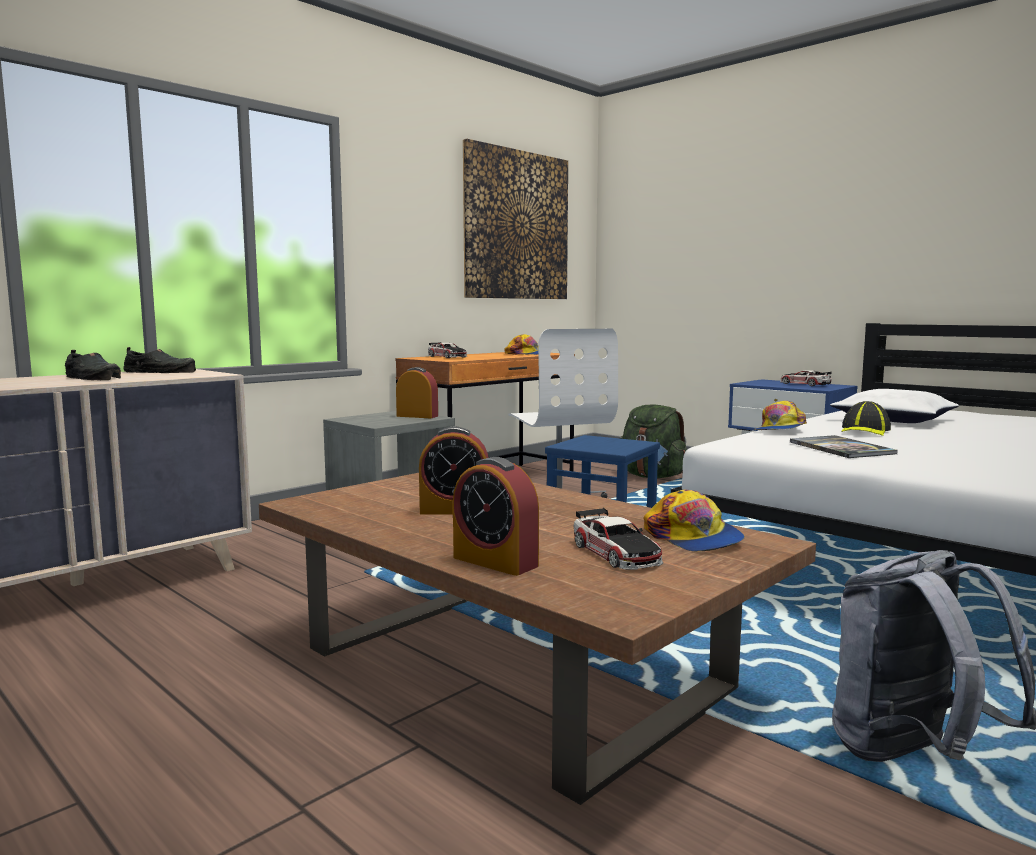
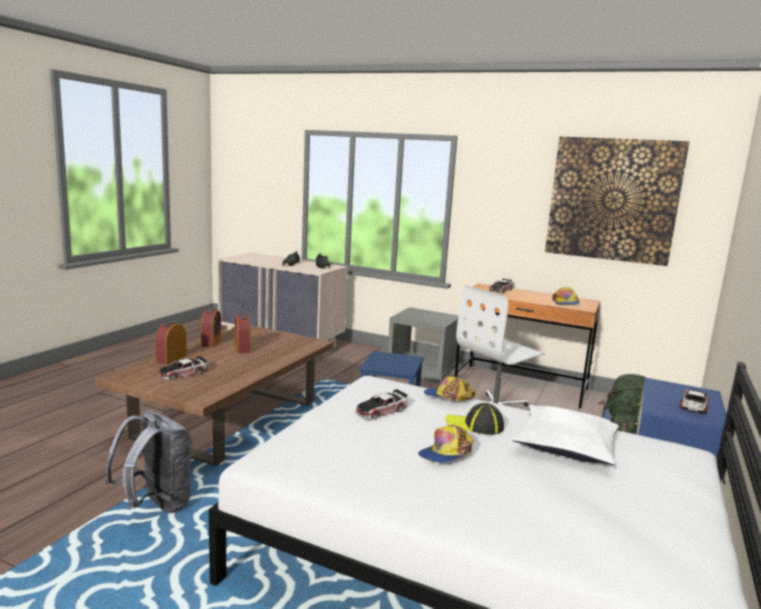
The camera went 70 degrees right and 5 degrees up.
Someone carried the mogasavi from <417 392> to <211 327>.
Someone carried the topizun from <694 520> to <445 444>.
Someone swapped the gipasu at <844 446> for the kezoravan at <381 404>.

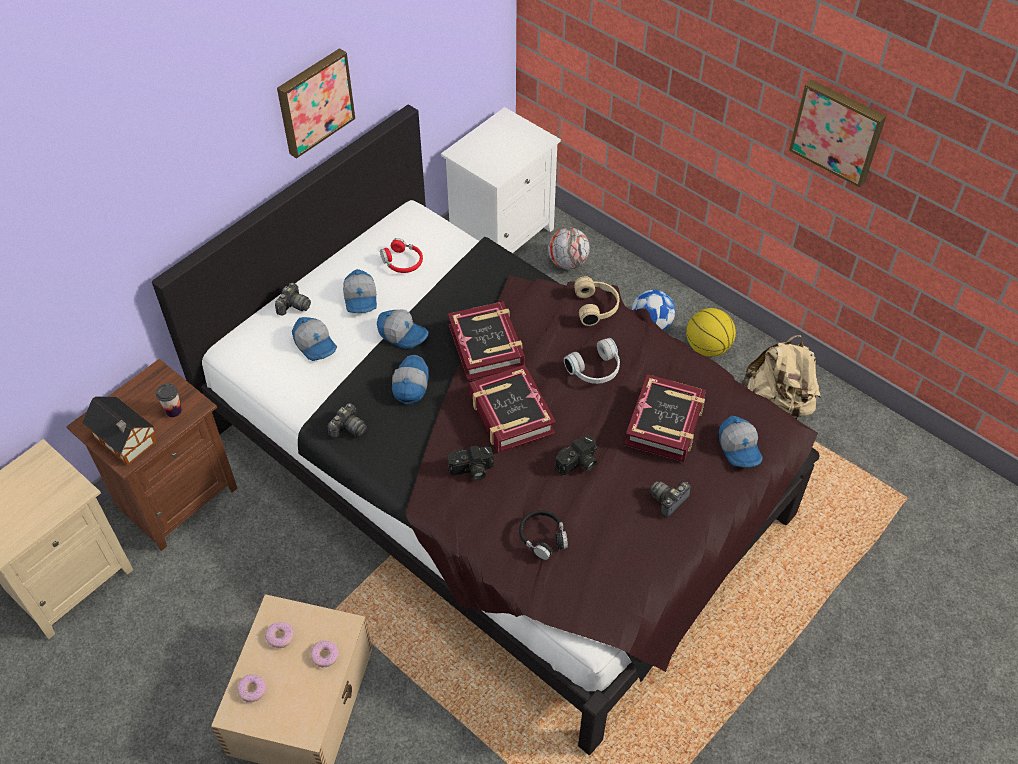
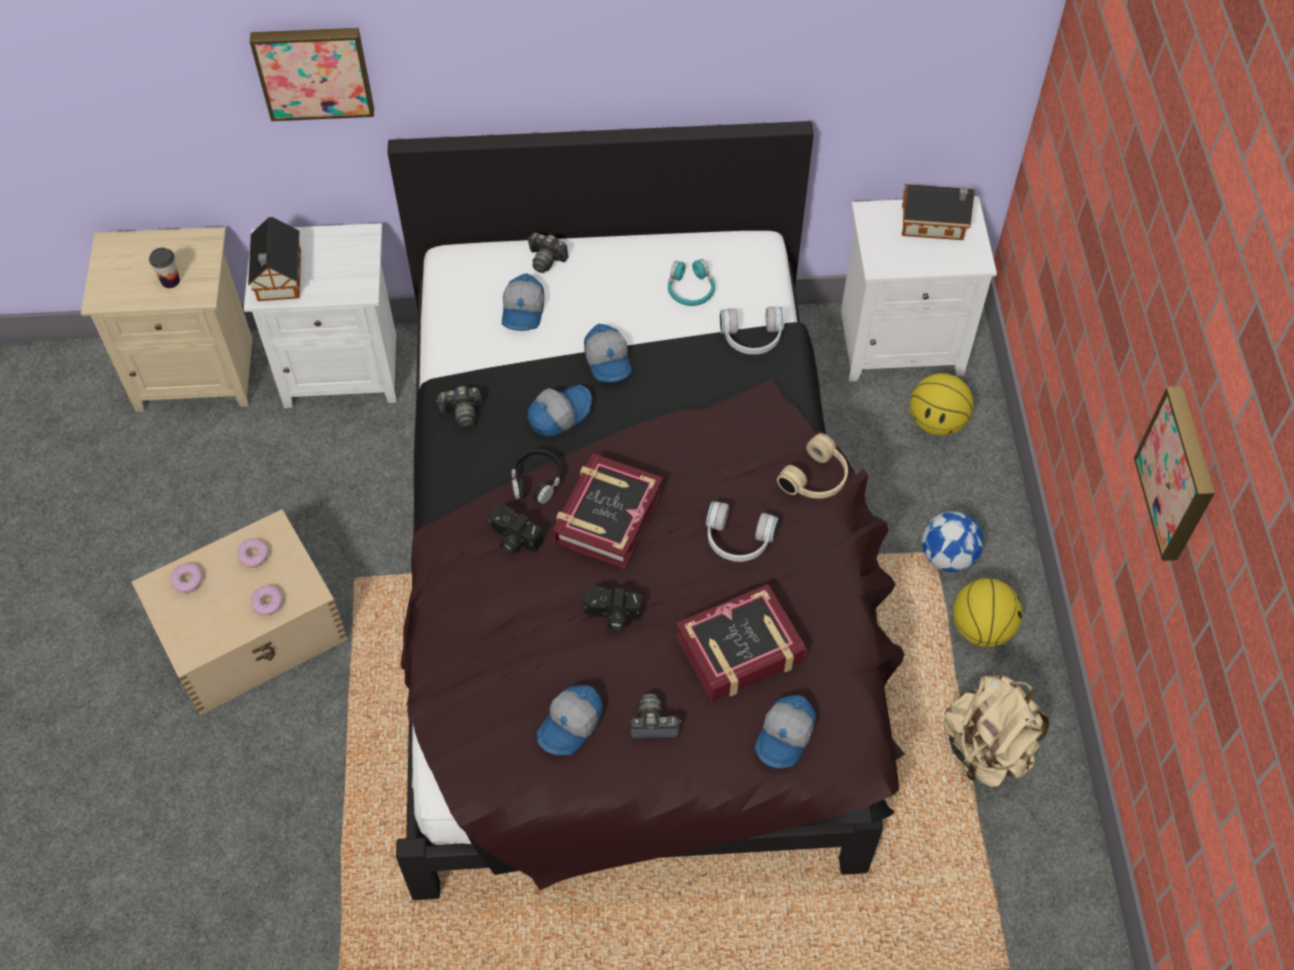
The camera went 45 degrees right and 5 degrees up.
Someone repainted the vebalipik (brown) at <151 455>, which became the vebalipik (white) at <320 315>.
Someone carried the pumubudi from <169 400> to <164 268>.
Someone rotated the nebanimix at <293 299> by 45 degrees clockwise.
Someone carried the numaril from <316 103> to <312 74>.
Someone carried the topizun from <360 291> to <570 720>.
Someone repainted the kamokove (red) at <401 255>, which became the kamokove (turquoise) at <691 282>.
Someone took away the gipasu at <486 341>.
Someone carried the kamokove (black) from <543 535> to <537 476>.
Someone swapped the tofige at <569 248> for the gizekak at <942 404>.
Someone put down the kamokove (white) at <752 330>.
Someone put down the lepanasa at <938 212>.

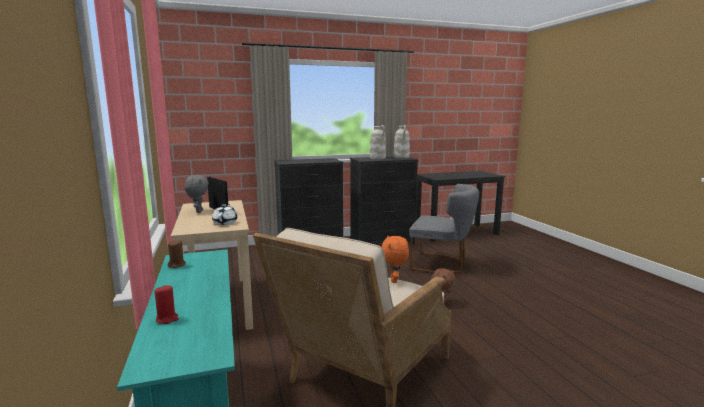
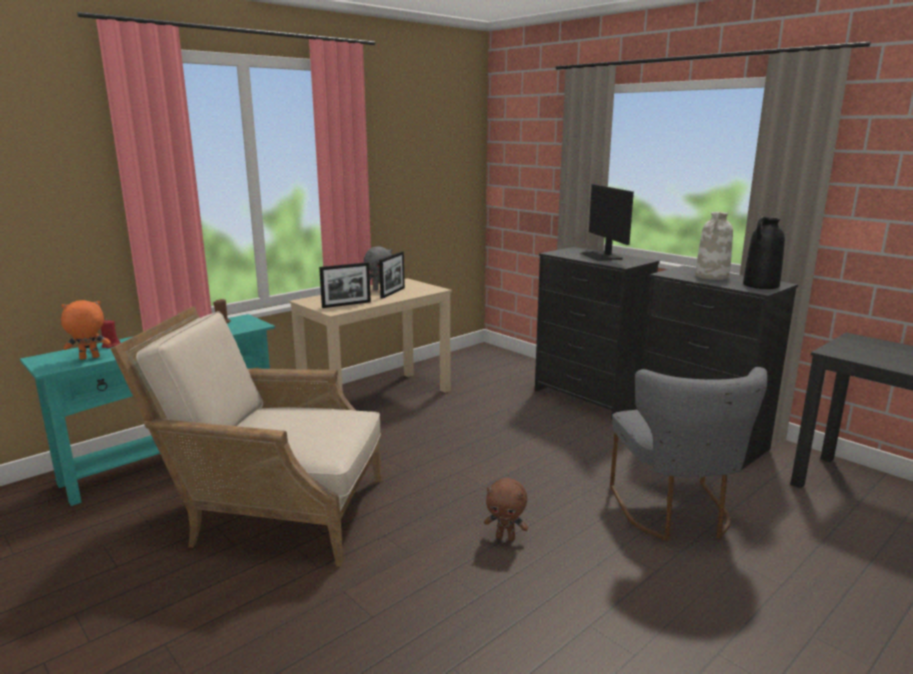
The camera went 65 degrees right and 5 degrees up.
Someone swapped the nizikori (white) at <224 214> for the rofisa at <345 285>.
Someone carried the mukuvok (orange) from <395 259> to <86 330>.
Someone repainted the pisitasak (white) at <402 142>, which became the pisitasak (black) at <764 252>.
Someone put down the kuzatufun at <607 222>.

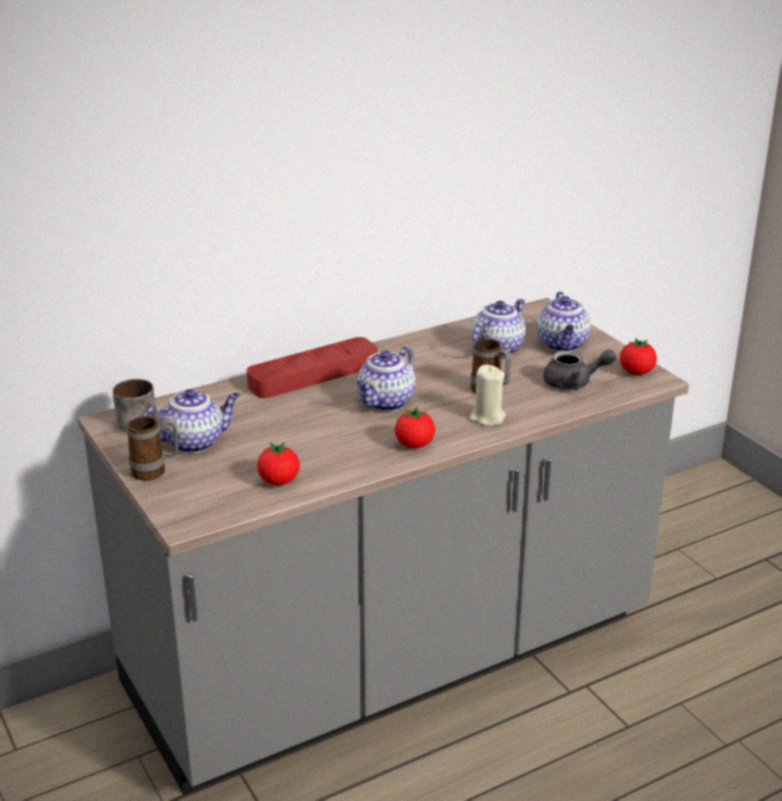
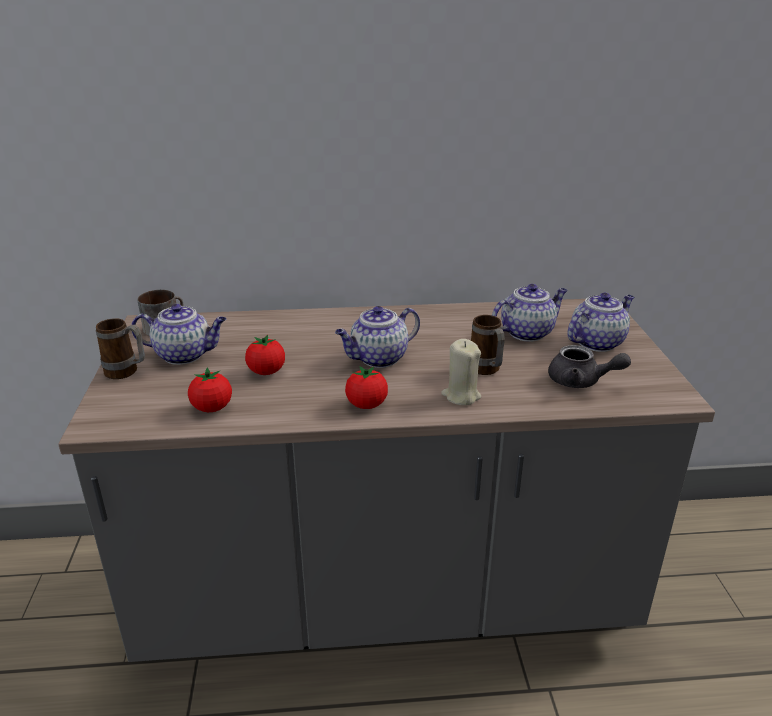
The camera went 25 degrees right and 0 degrees up.
Someone took away the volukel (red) at <312 367>.
Someone rotated the nizikori at <564 321> by 150 degrees counterclockwise.
Someone carried the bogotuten from <638 356> to <265 355>.

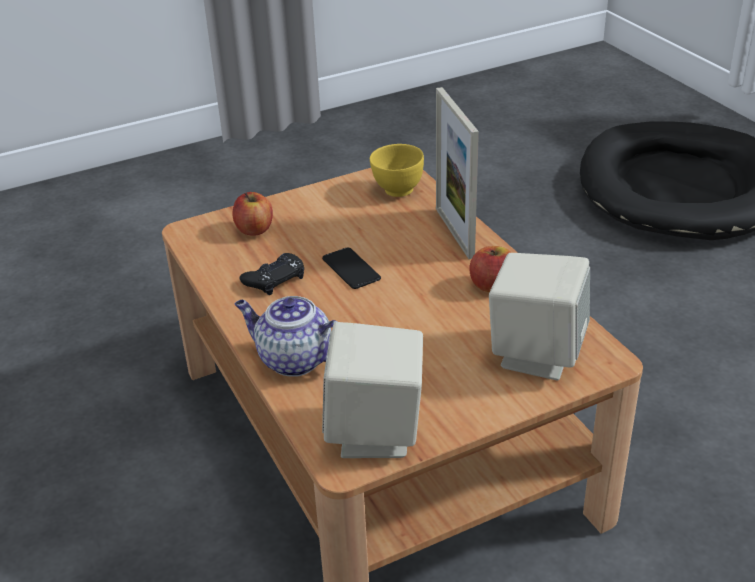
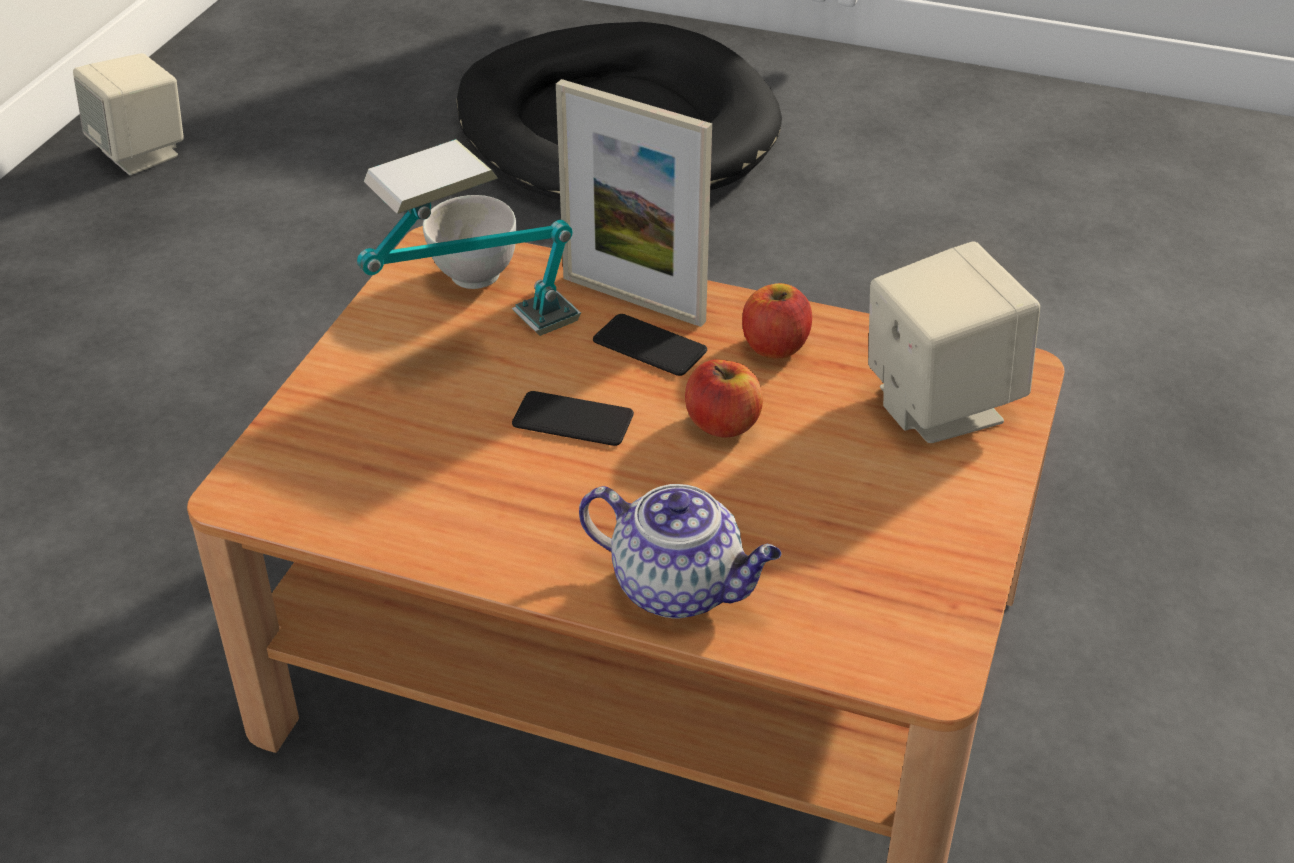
The camera went 45 degrees left and 5 degrees up.
Someone carried the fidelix from <252 214> to <724 399>.
Someone rotated the nizikori at <286 336> by 135 degrees counterclockwise.
Someone took away the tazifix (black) at <272 274>.
Someone carried the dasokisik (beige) from <372 390> to <128 114>.
Someone repainted the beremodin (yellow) at <397 170>, which became the beremodin (white) at <469 242>.
Someone put down the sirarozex at <469 237>.
Someone put down the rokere at <650 345>.

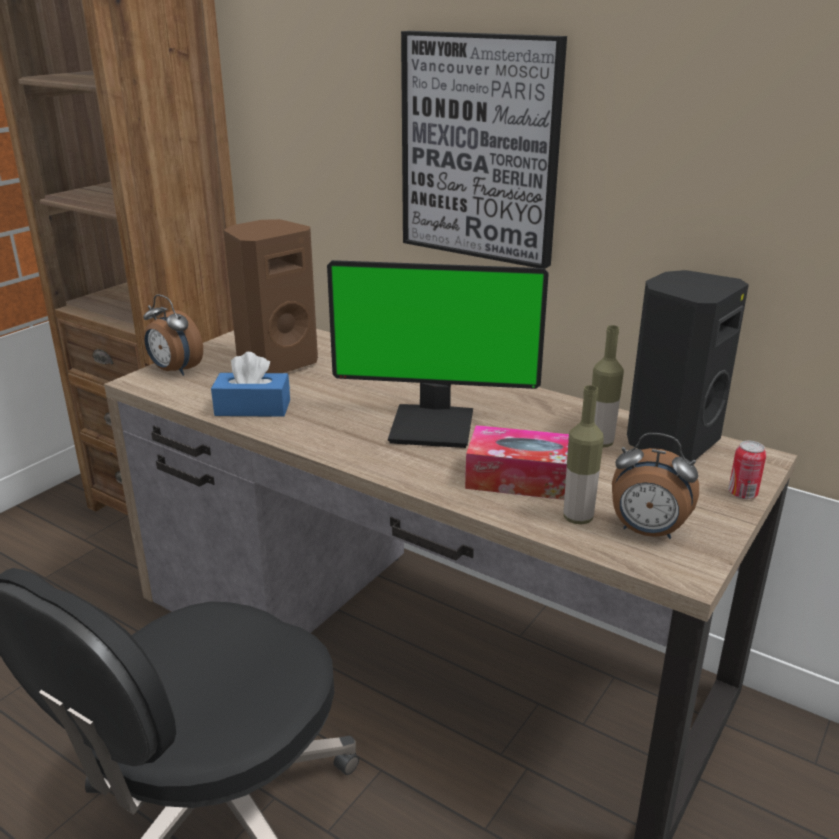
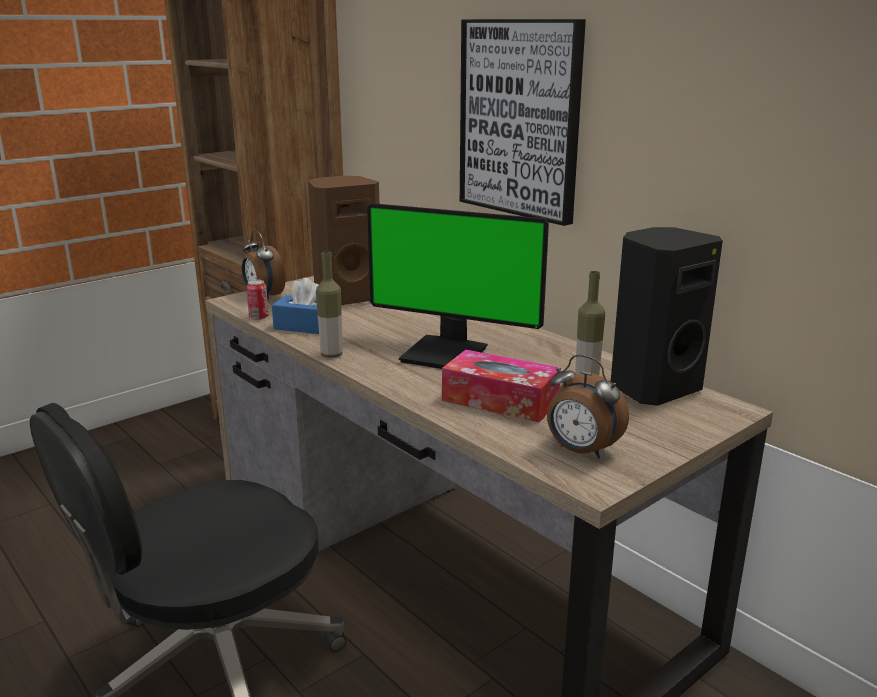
The camera went 15 degrees right and 5 degrees down.
Someone carried the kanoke from <583 455> to <329 305>.
Someone carried the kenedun from <747 470> to <257 300>.

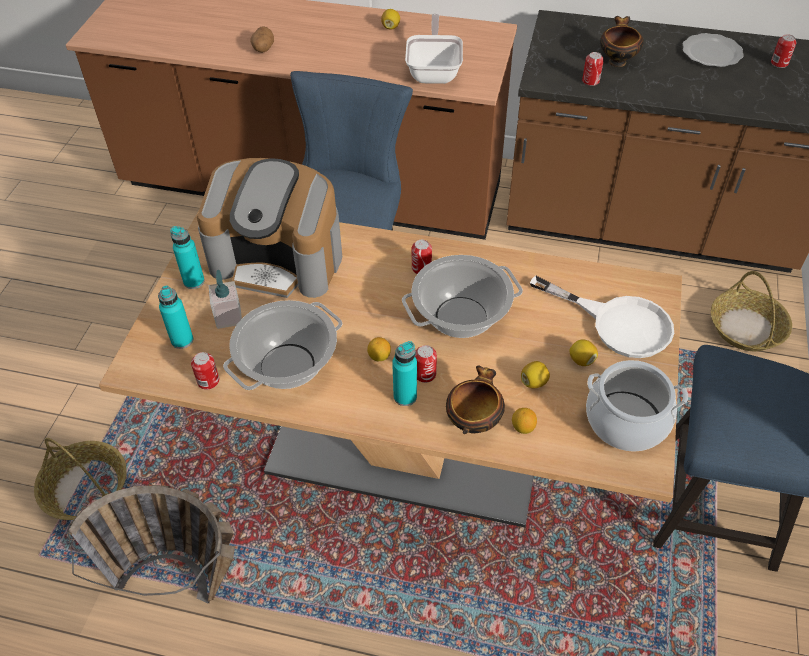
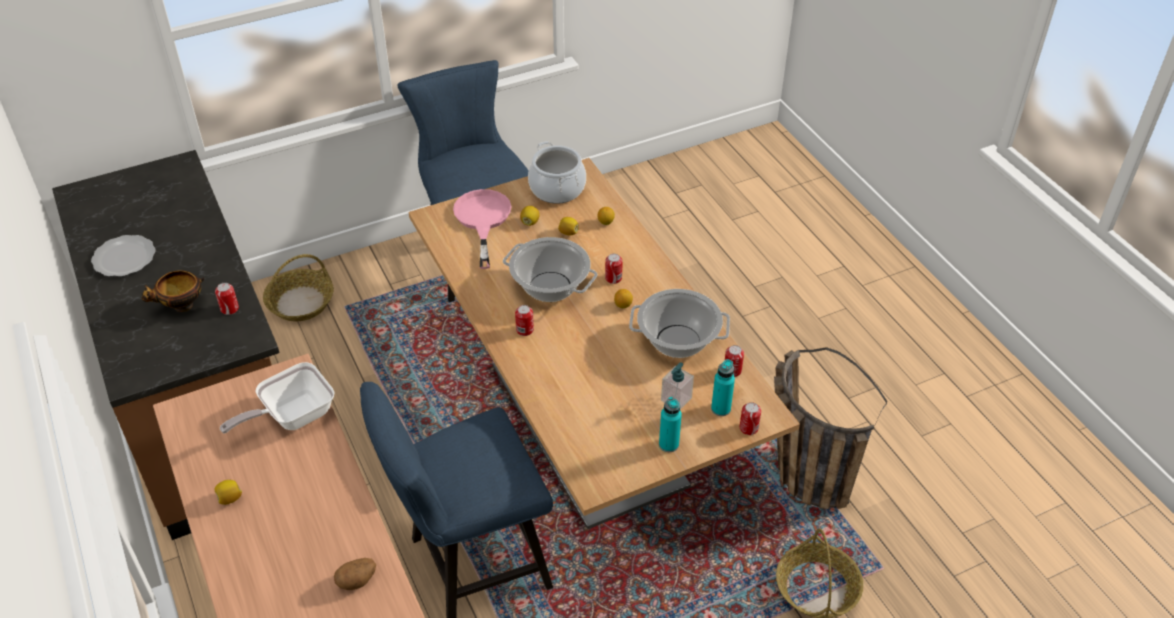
The camera went 130 degrees left and 5 degrees down.
Someone took away the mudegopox at <269 228>.
Someone took away the kanoke (turquoise) at <404 373>.
Someone took away the beremodin at <475 400>.
Someone repainted the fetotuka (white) at <602 317>, which became the fetotuka (pink) at <482 229>.
Someone carried the kenedun from <784 51> to <750 418>.

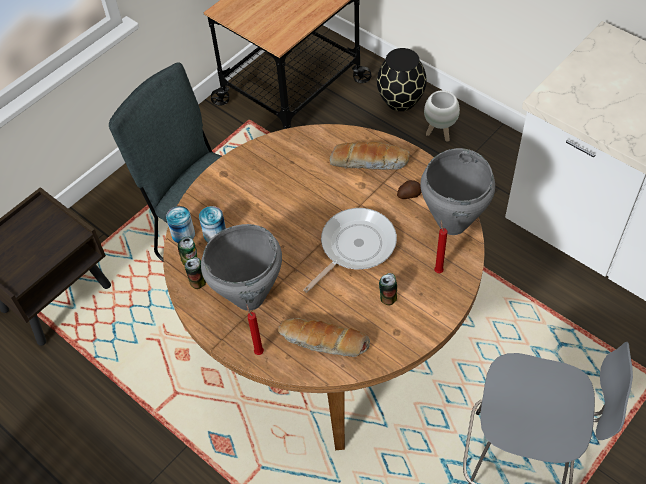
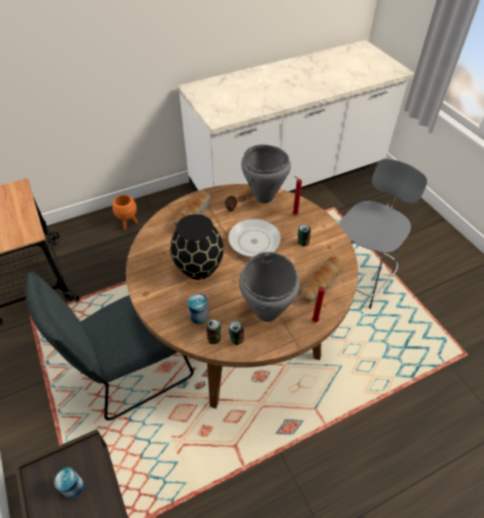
The camera went 70 degrees left and 5 degrees down.
Someone carried the kenedun from <180 224> to <69 482>.
Someone carried the pisitasak (black) from <402 79> to <197 247>.
Someone repainted the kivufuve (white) at <442 116>, which became the kivufuve (orange) at <125 212>.

